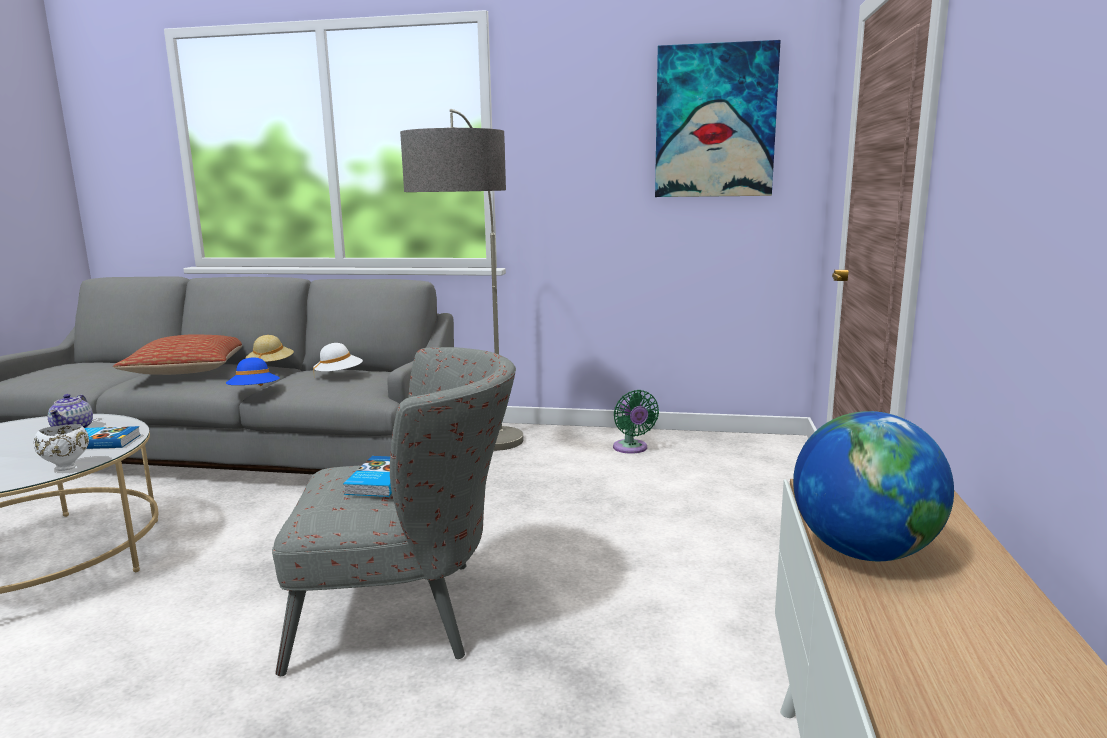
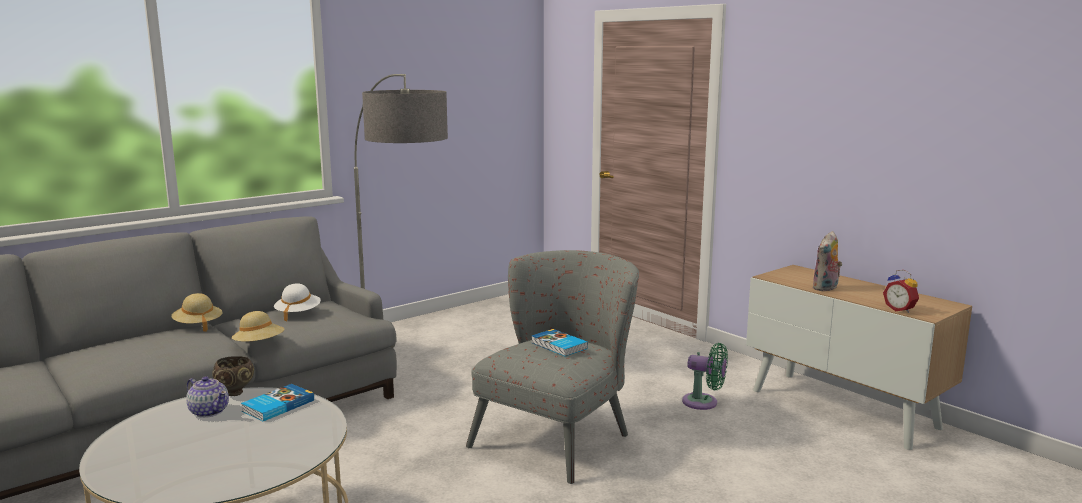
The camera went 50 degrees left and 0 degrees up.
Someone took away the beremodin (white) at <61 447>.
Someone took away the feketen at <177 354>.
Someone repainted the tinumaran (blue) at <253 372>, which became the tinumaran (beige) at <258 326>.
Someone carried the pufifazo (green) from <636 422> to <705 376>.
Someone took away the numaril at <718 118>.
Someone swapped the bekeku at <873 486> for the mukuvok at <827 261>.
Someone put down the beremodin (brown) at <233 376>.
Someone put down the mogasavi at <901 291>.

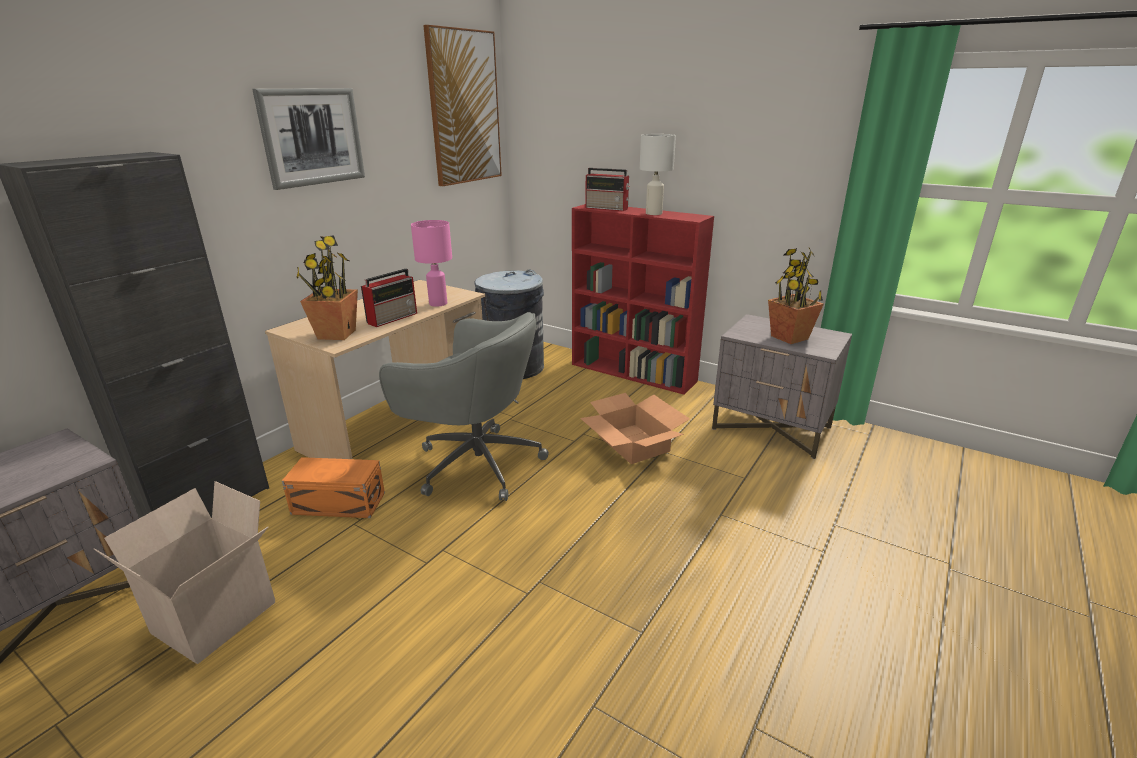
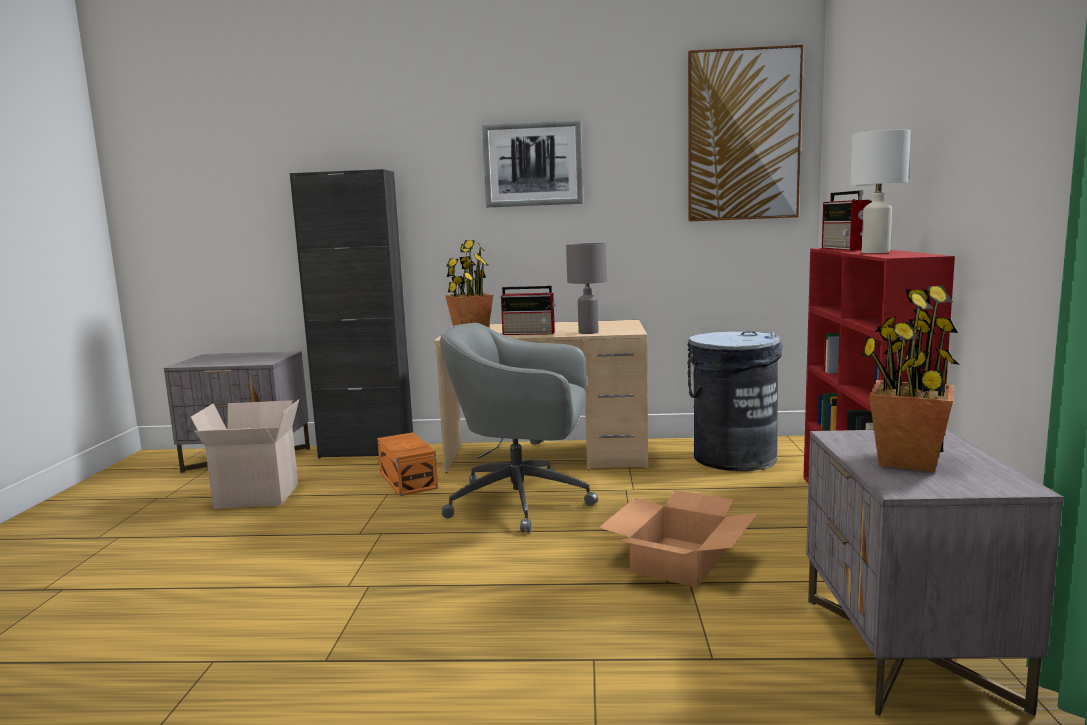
The camera went 60 degrees right and 15 degrees down.
Someone rotated the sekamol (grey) at <464 406> by 105 degrees clockwise.
Someone repainted the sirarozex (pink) at <431 263>, which became the sirarozex (grey) at <586 288>.

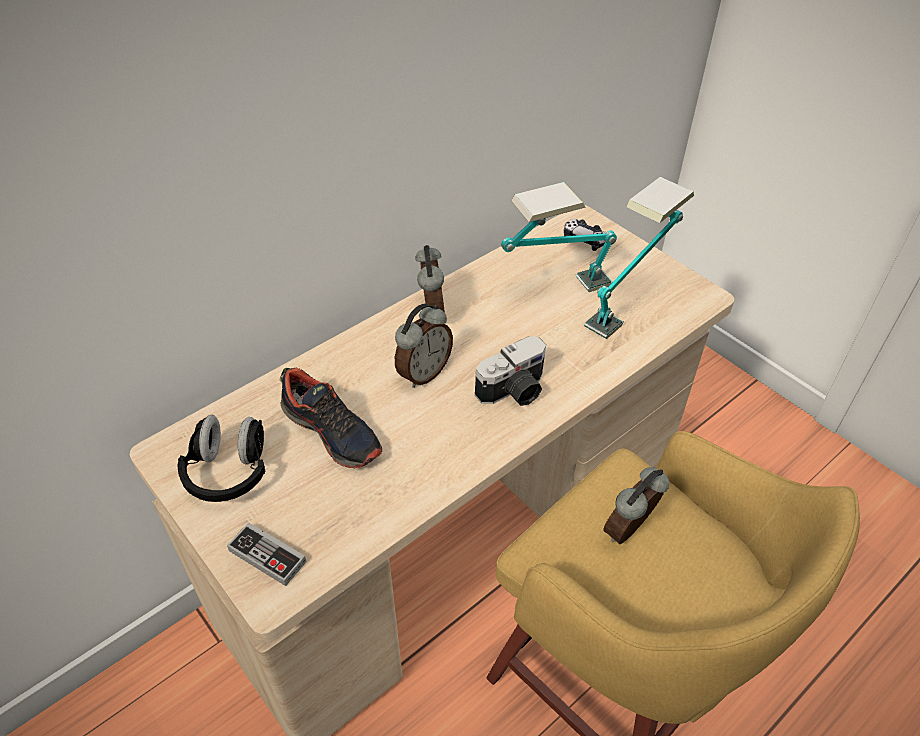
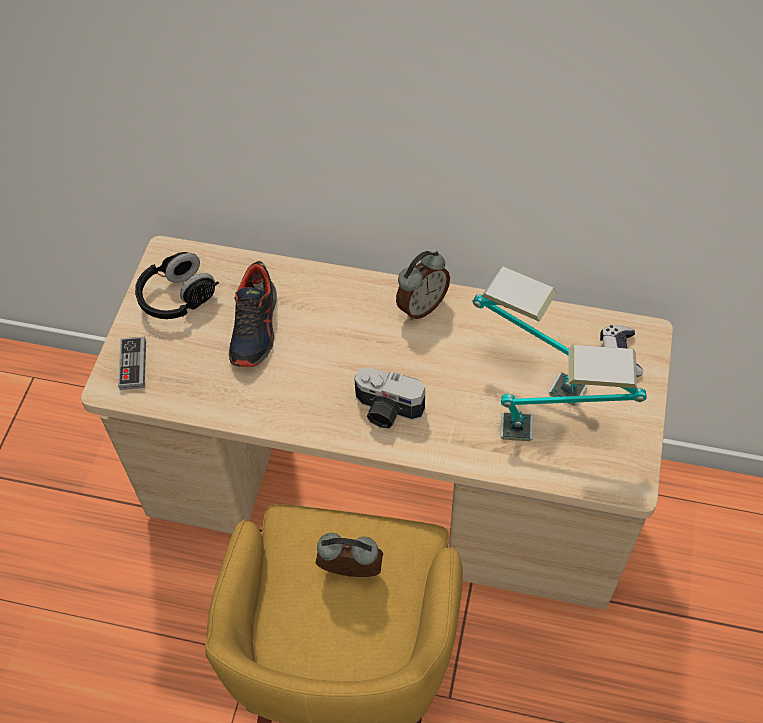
The camera went 55 degrees right and 10 degrees up.
Someone took away the mogasavi at <424 346>.

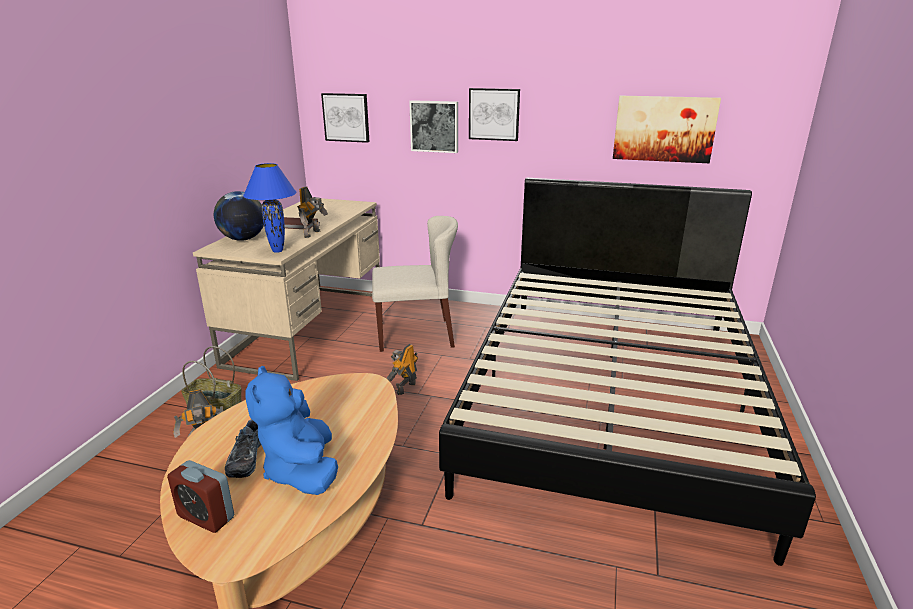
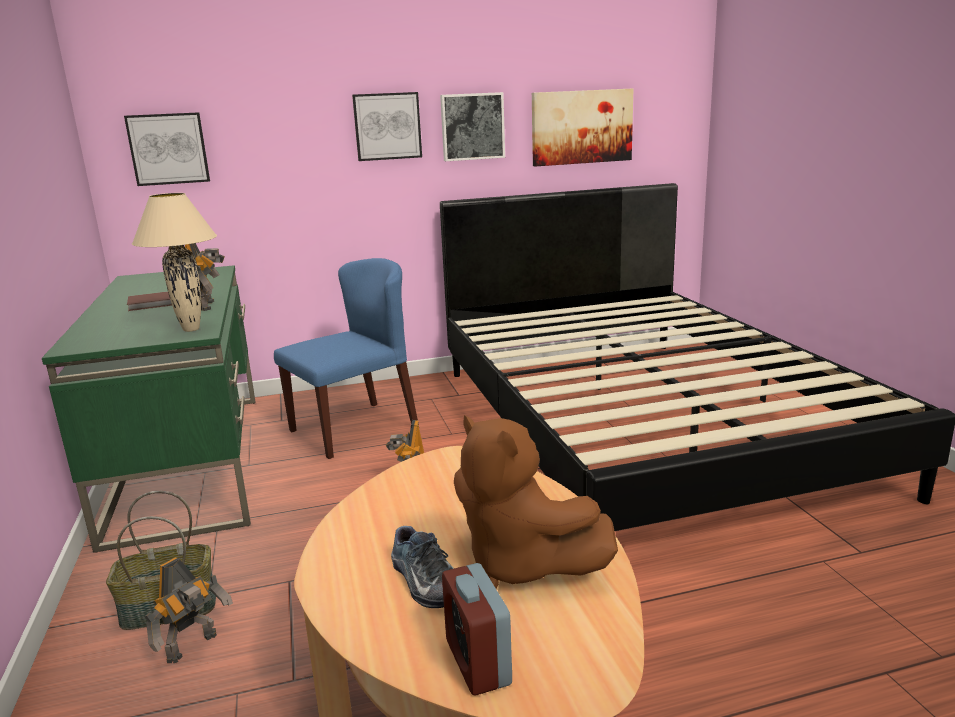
The camera went 30 degrees left and 5 degrees down.
Someone rotated the mogasavi at <200 496> by 75 degrees clockwise.
Someone repainted the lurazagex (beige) at <286 289>, which became the lurazagex (green) at <148 409>.
Someone took away the bekeku at <239 216>.
Someone repainted the sirarozex (blue) at <270 208>, which became the sirarozex (beige) at <174 262>.
Someone repainted the mukuvok (blue) at <292 430>, which became the mukuvok (brown) at <536 501>.
Someone repainted the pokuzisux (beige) at <415 284>, which became the pokuzisux (blue) at <346 358>.
Someone carried the numaril from <433 126> to <472 126>.

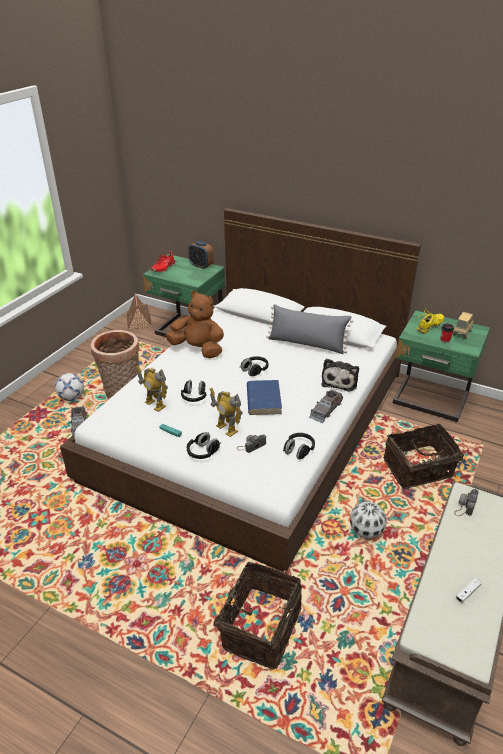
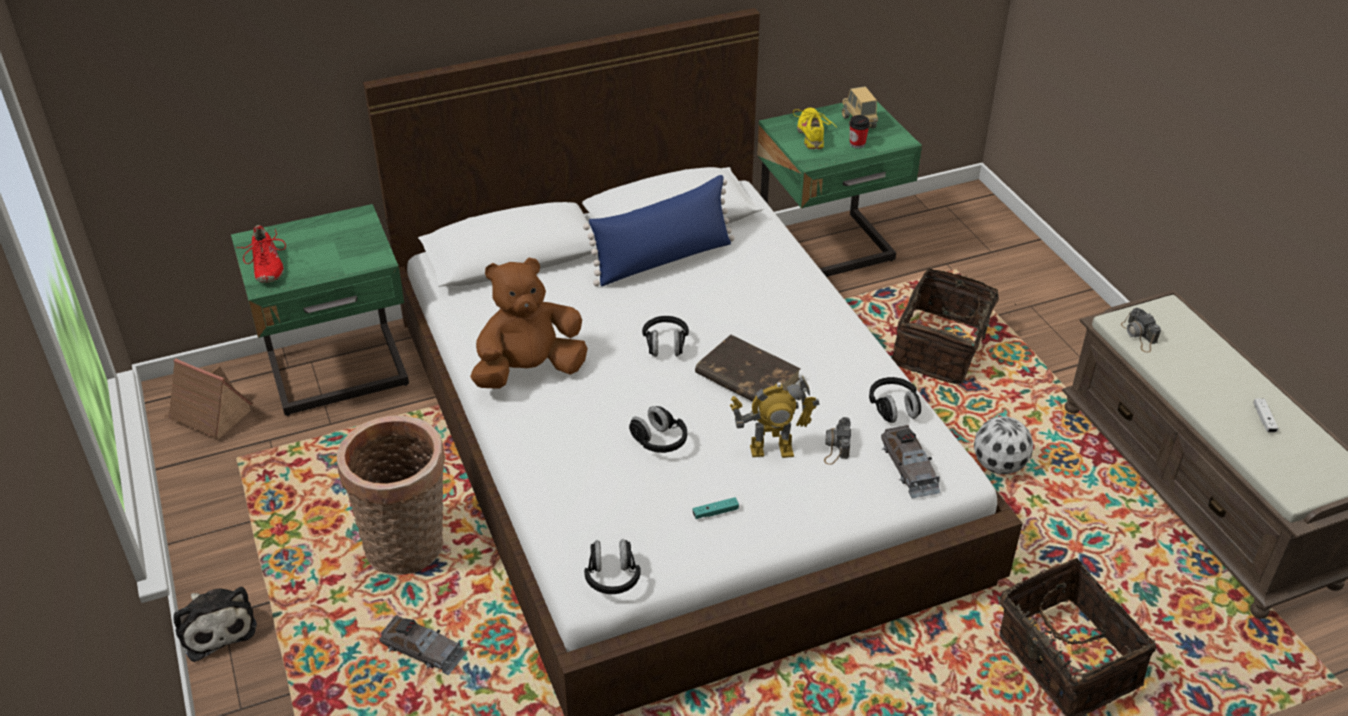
The camera went 50 degrees left and 5 degrees up.
Someone took away the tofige at <69 387>.
Someone took away the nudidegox at <152 389>.
Someone carried the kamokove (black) from <204 445> to <612 566>.
Someone took away the mogasavi at <201 255>.
Someone repainted the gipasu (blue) at <264 397>, which became the gipasu (brown) at <748 368>.
Someone repainted the feketen (grey) at <310 329>, which became the feketen (blue) at <659 231>.
Someone carried the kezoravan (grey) from <326 406> to <910 461>.
Someone carried the mukuvok from <340 375> to <215 624>.

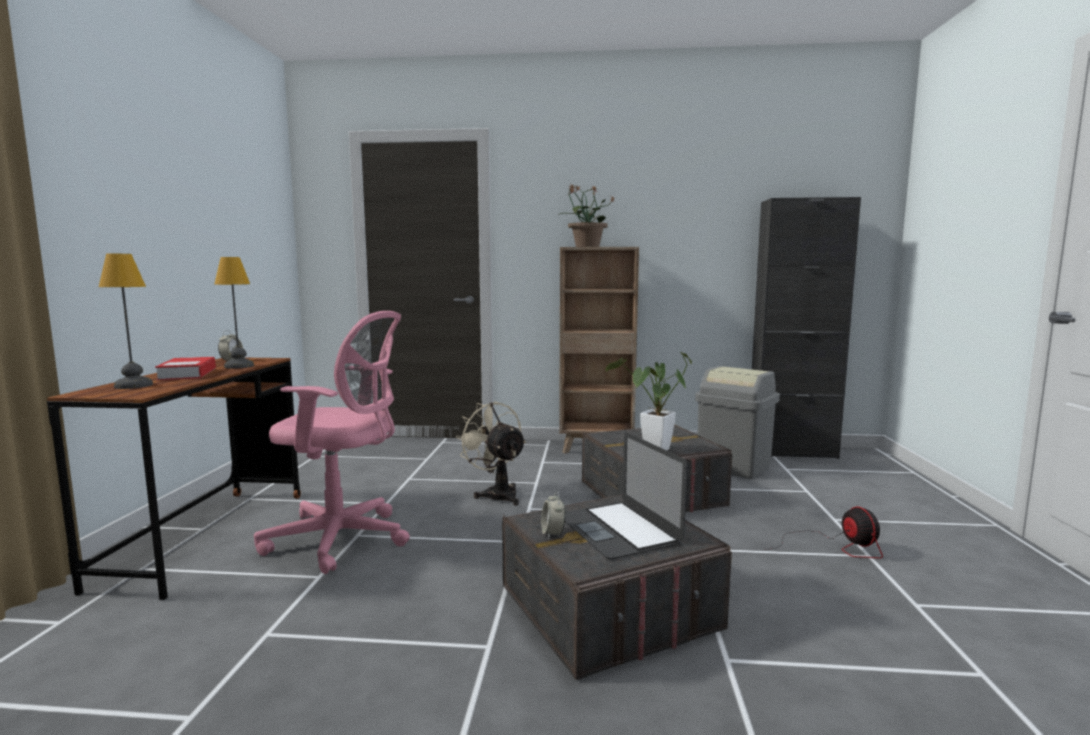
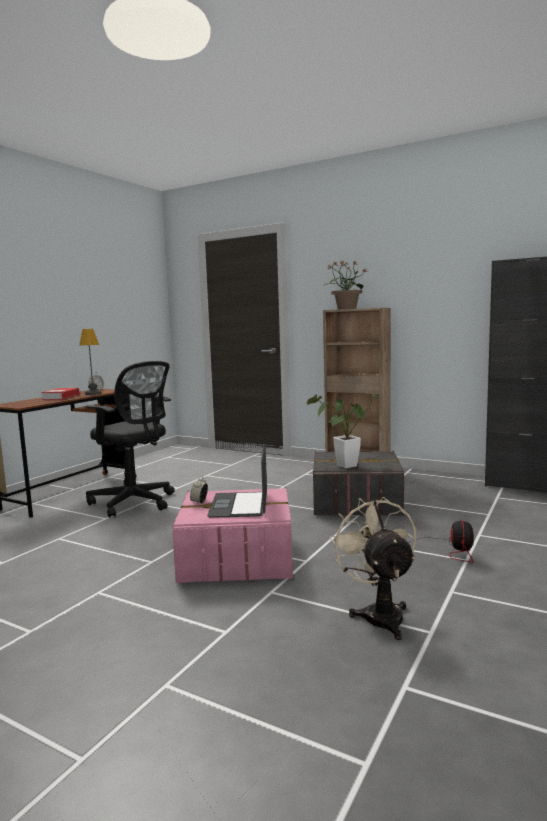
The camera went 25 degrees right and 0 degrees up.
Someone took away the sirarozex at <126 321>.
Someone repainted the sekamol (pink) at <332 442>, which became the sekamol (black) at <130 439>.
Someone carried the pufifazo (beige) from <490 454> to <372 568>.
Someone repainted the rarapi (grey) at <617 587>, which became the rarapi (pink) at <232 534>.
Someone took away the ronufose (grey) at <737 422>.

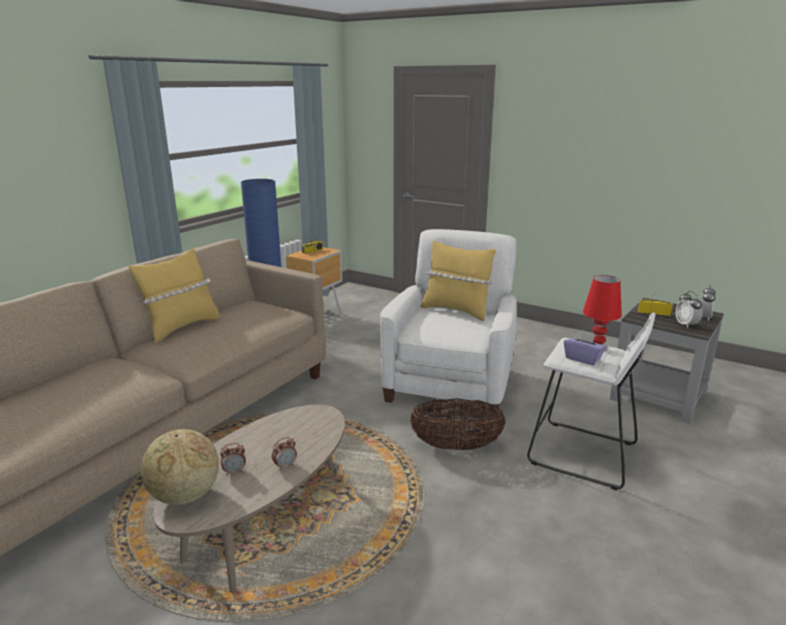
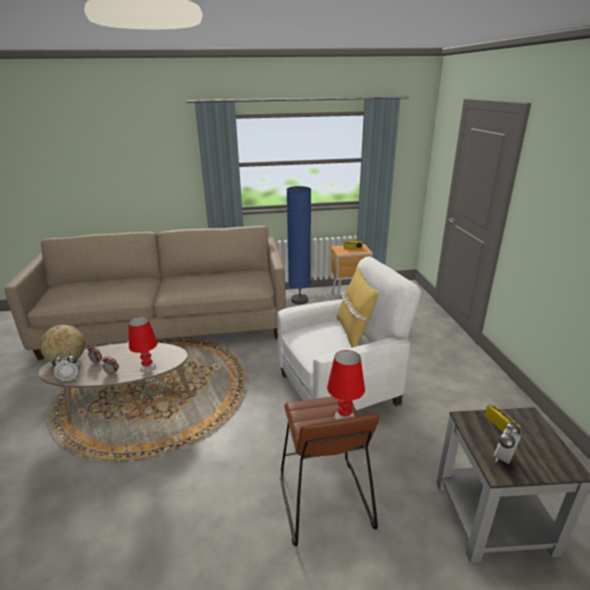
The camera went 50 degrees right and 5 degrees up.
Someone took away the feketen (yellow) at <174 296>.
Someone took away the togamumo at <458 424>.
Someone repainted the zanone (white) at <591 401>, which became the zanone (brown) at <329 471>.
Someone took away the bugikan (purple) at <585 347>.
Someone carried the mogasavi from <708 303> to <66 367>.
Someone put down the sirarozex (red) at <143 344>.

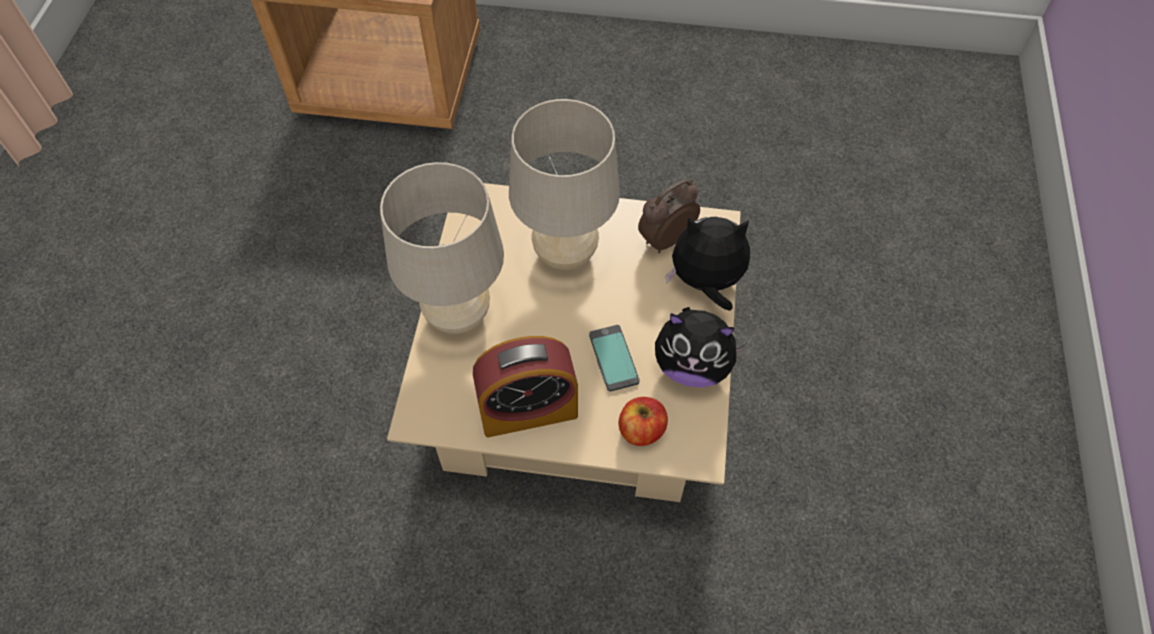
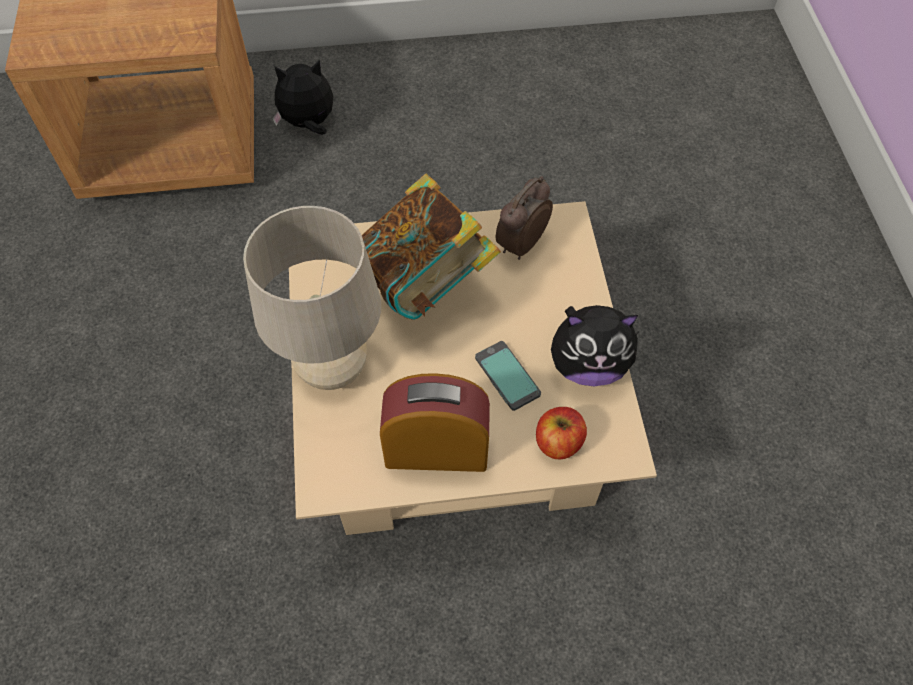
The camera went 15 degrees left and 0 degrees up.
Someone rotated the mogasavi at <525 386> by 150 degrees counterclockwise.
Someone swapped the sirarozex (beige) at <564 184> for the gipasu at <431 246>.
Someone carried the mukuvok from <708 264> to <302 97>.

